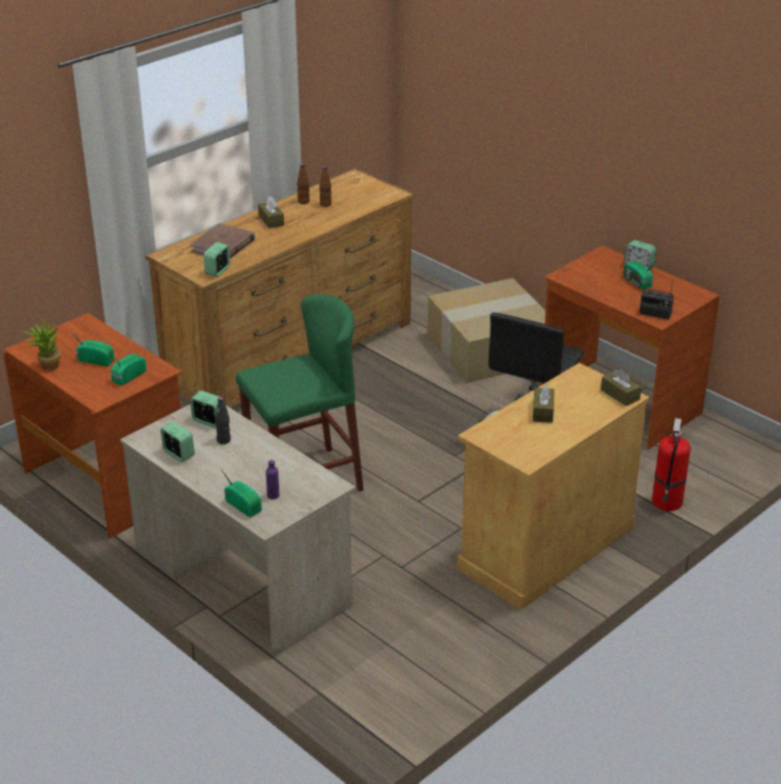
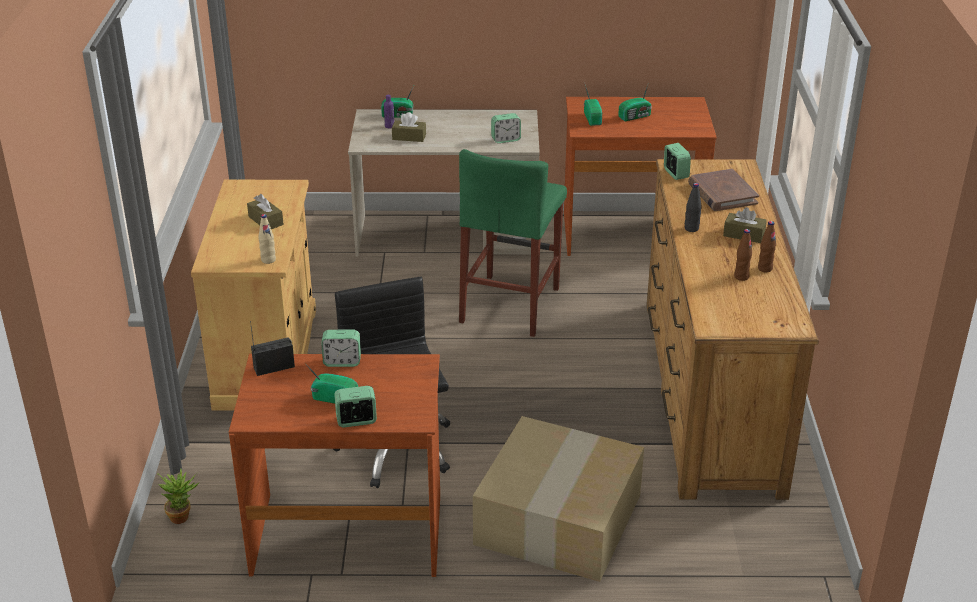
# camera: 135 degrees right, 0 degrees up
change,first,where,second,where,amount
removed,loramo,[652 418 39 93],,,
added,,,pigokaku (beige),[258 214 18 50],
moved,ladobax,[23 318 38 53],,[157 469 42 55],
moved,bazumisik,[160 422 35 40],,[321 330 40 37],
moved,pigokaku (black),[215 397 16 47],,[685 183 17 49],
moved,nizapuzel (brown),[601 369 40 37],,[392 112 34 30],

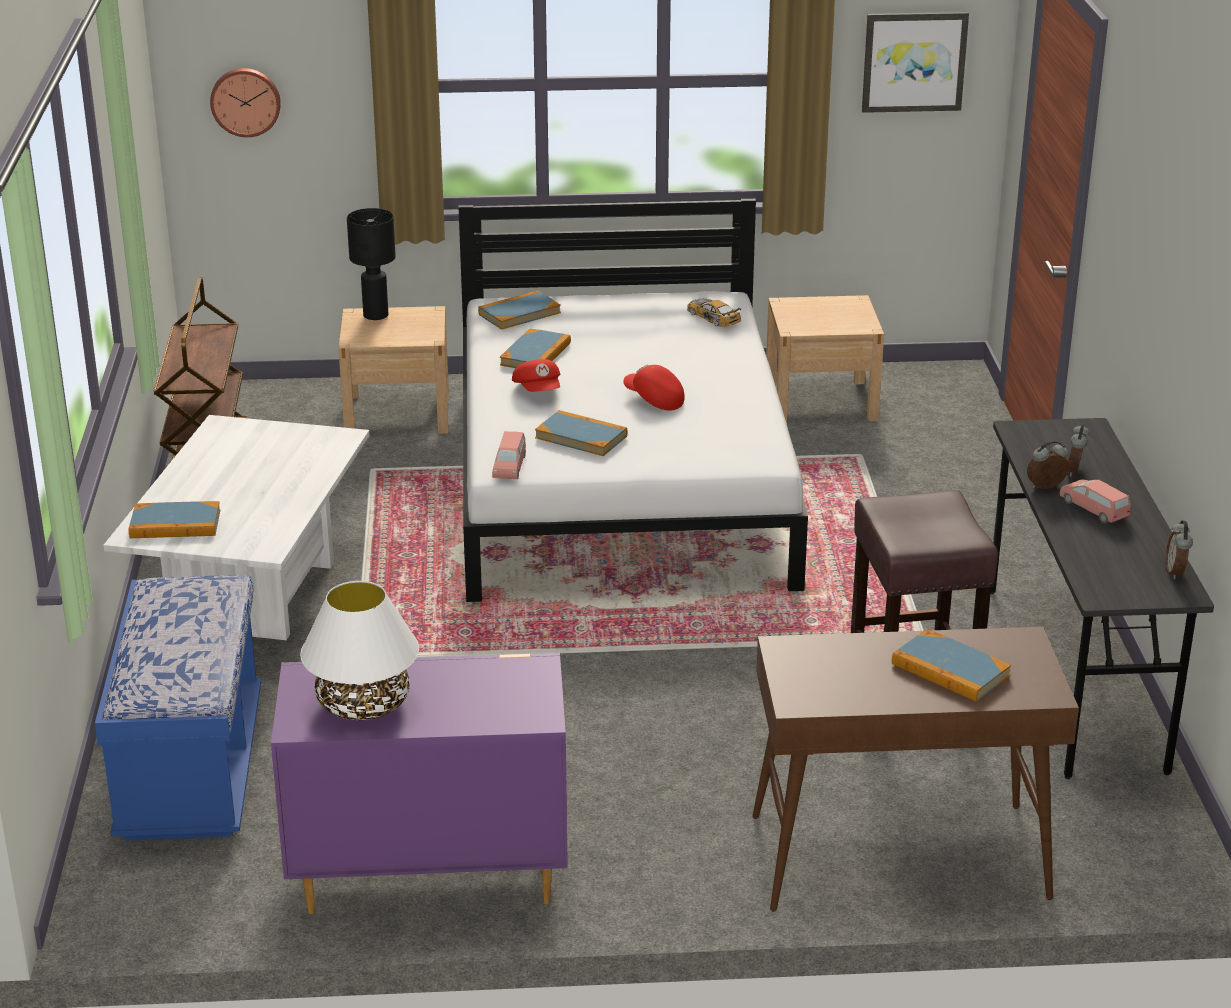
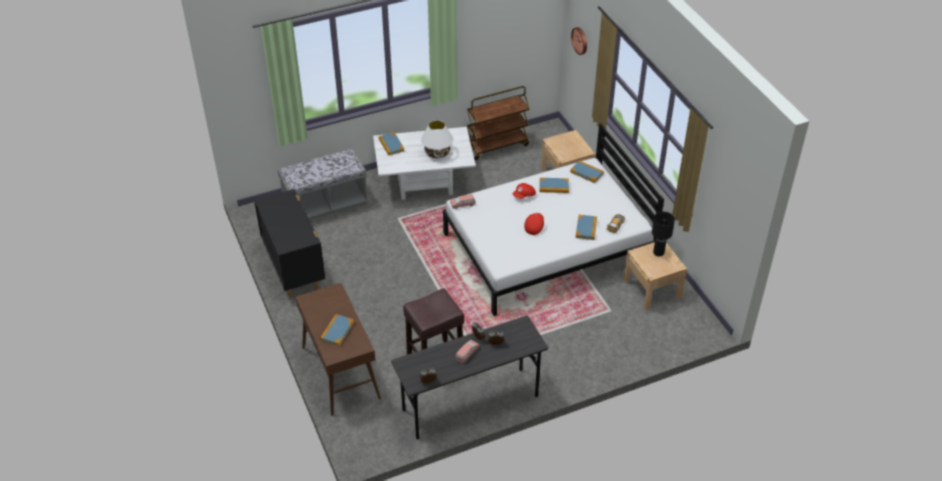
# camera: 70 degrees right, 15 degrees up
change,first,where,second,where,amount
removed,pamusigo,[862 12 107 101],,,
moved,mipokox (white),[300 581 119 139],,[421 120 32 38],
moved,mipokox (black),[347 208 49 112],,[652 212 23 44],
moved,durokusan,[535 410 92 46],,[576 215 21 25],
recoloured,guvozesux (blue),[95 575 166 266],guvozesux (grey),[277 148 91 72],
recoloured,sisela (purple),[271 653 297 261],sisela (black),[254 189 72 109],

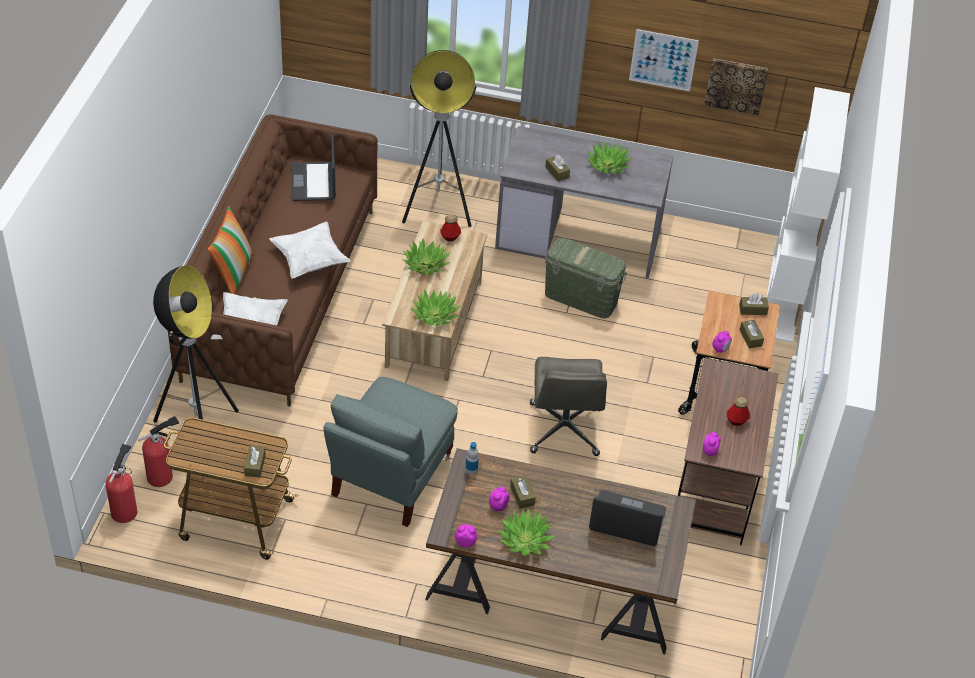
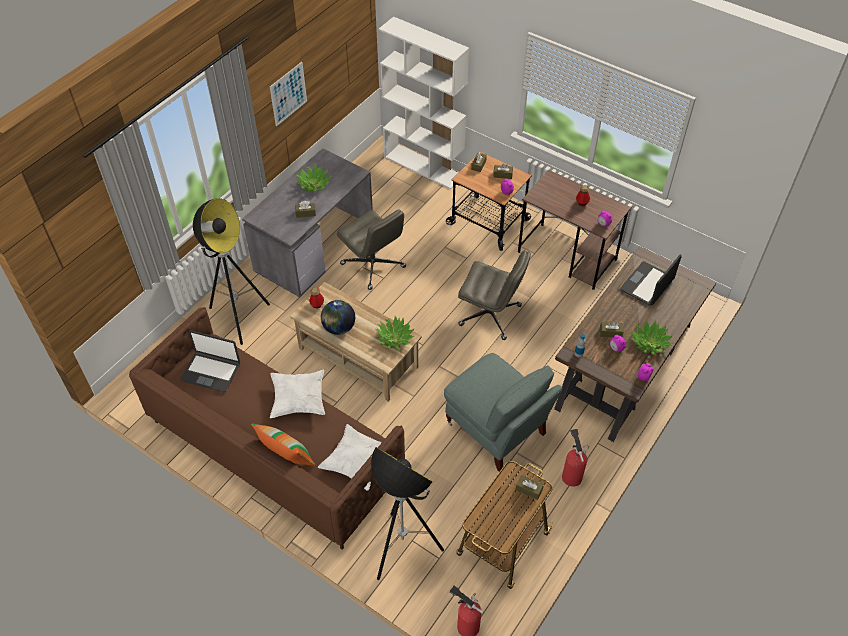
# camera: 65 degrees left, 5 degrees up
change,first,where,second,where,amount
removed,pamusigo,[704 58 65 57],,,
moved,loramo,[138 416 41 71],,[562 429 27 58],
replaced,ladobax,[402 238 48 37],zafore,[321 300 34 35],
replaced,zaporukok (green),[544 238 83 81],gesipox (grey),[337 209 69 81],

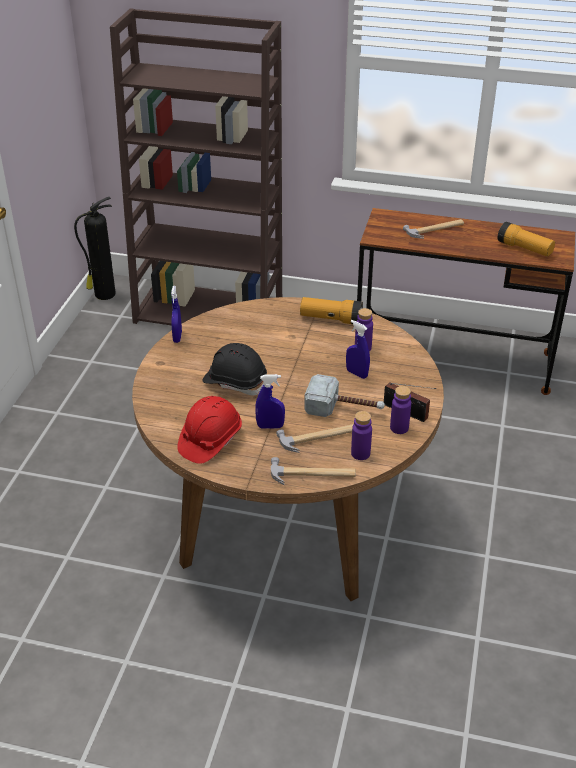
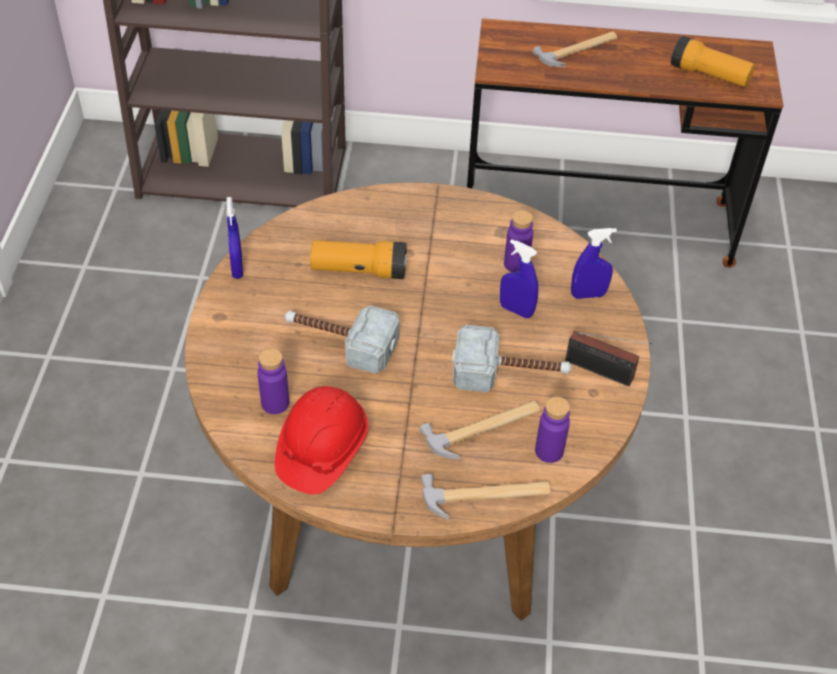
# camera: 10 degrees left, 10 degrees up
change,first,where,second,where,amount
removed,loramo,[74 197 42 103],,,
moved,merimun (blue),[255 374 30 54],,[571 228 46 71],
moved,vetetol,[300 297 63 27],,[310 240 97 39],
moved,pigokaku (purple),[390 386 21 48],,[258 348 31 66],
replaced,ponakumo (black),[202 343 65 52],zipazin,[285 305 115 69],

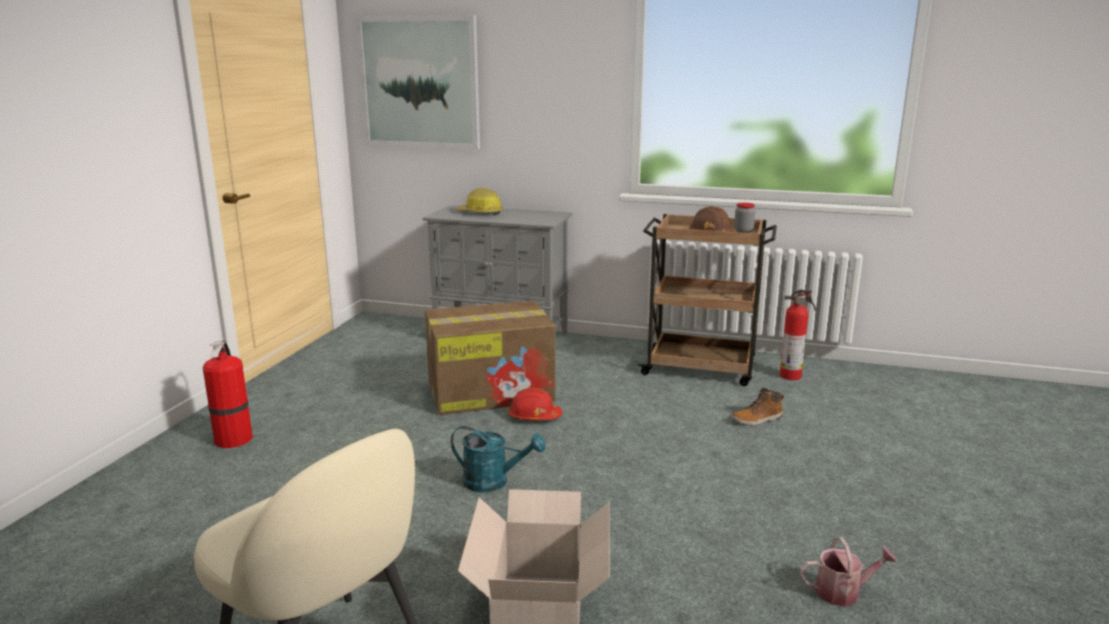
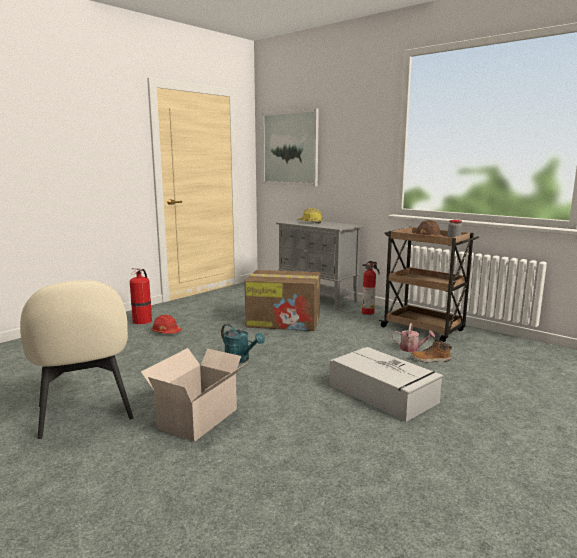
# camera: 25 degrees right, 5 degrees down
change,first,where,second,where,amount
added,,,zaporukok (grey),[329 347 114 75],
moved,ponakumo (red),[509 387 54 34],,[152 315 29 19],
moved,loramo,[780 290 36 90],,[362 261 18 54],
moved,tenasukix,[800 537 97 70],,[392 323 43 29],

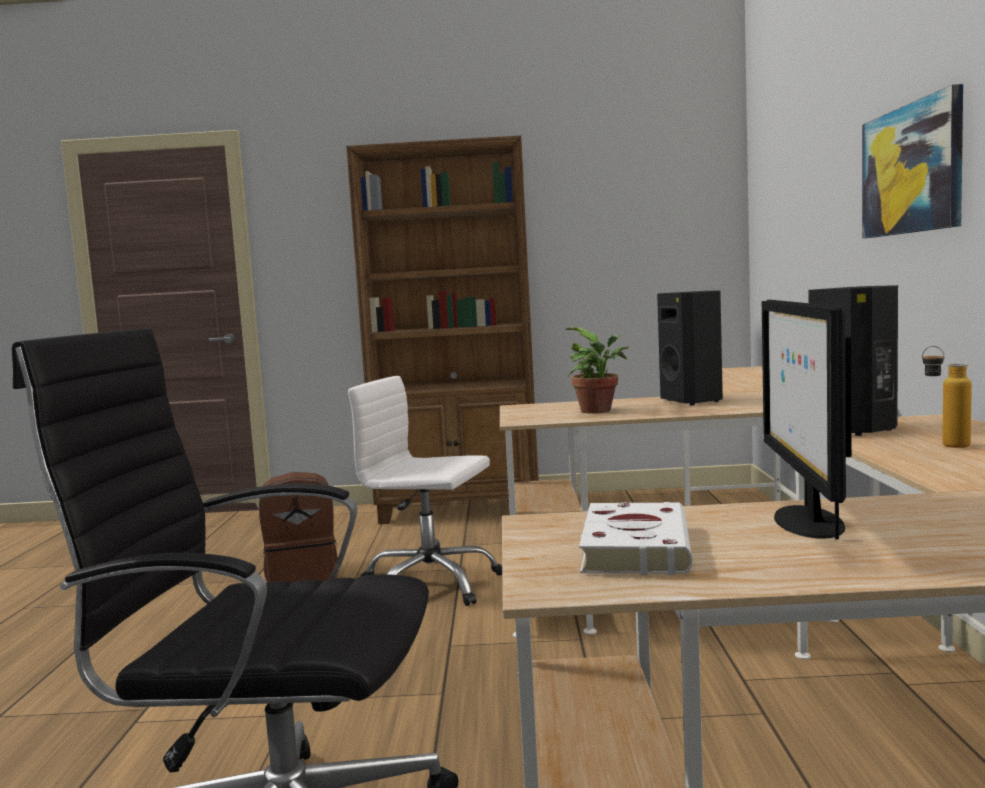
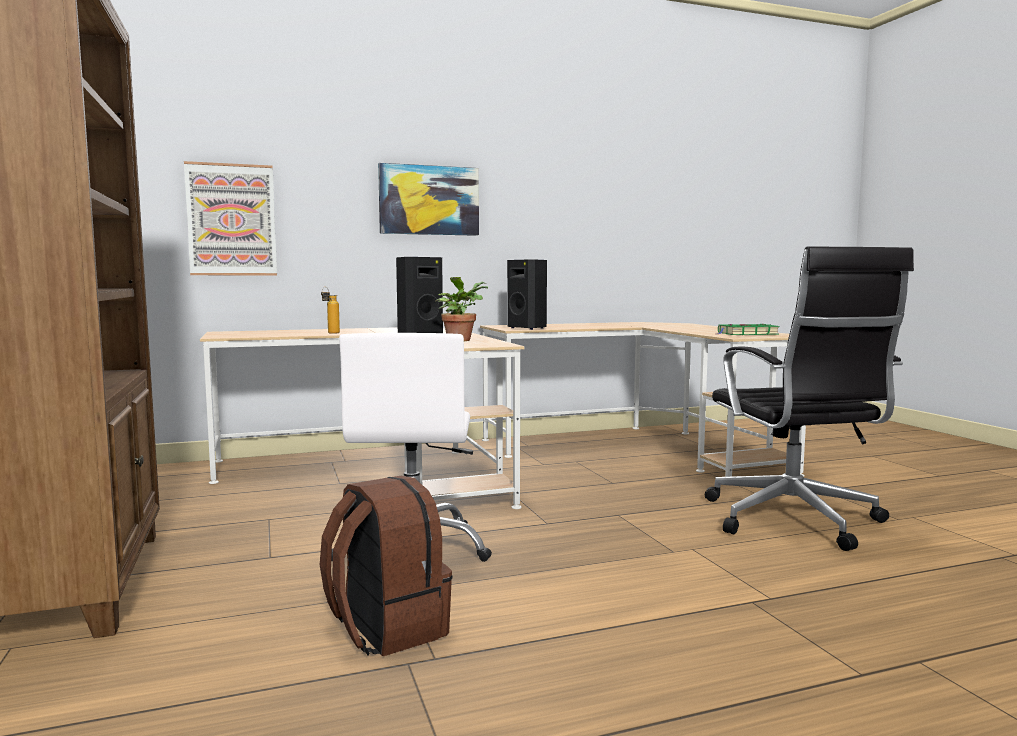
# camera: 110 degrees left, 0 degrees up
change,first,where,second,where,amount
removed,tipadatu,[762 300 90 240],,,
added,,,pamusigo,[184 161 93 114],
moved,pigokaku,[922 346 50 102],,[321 287 19 47],
recoloured,durokusan (white),[579 502 113 73],durokusan (green),[718 324 61 11],

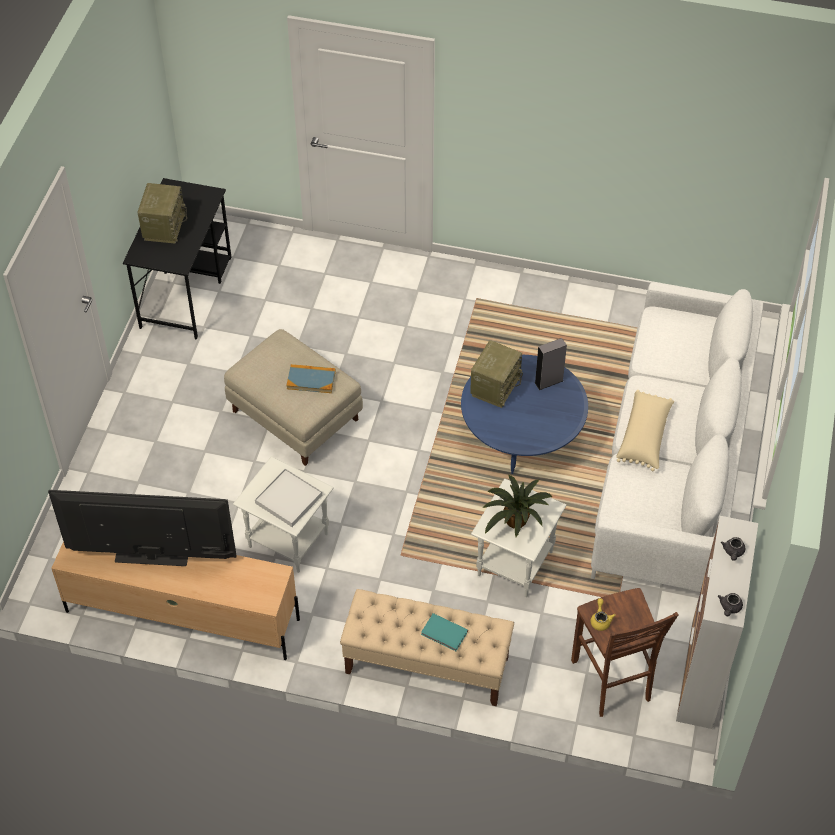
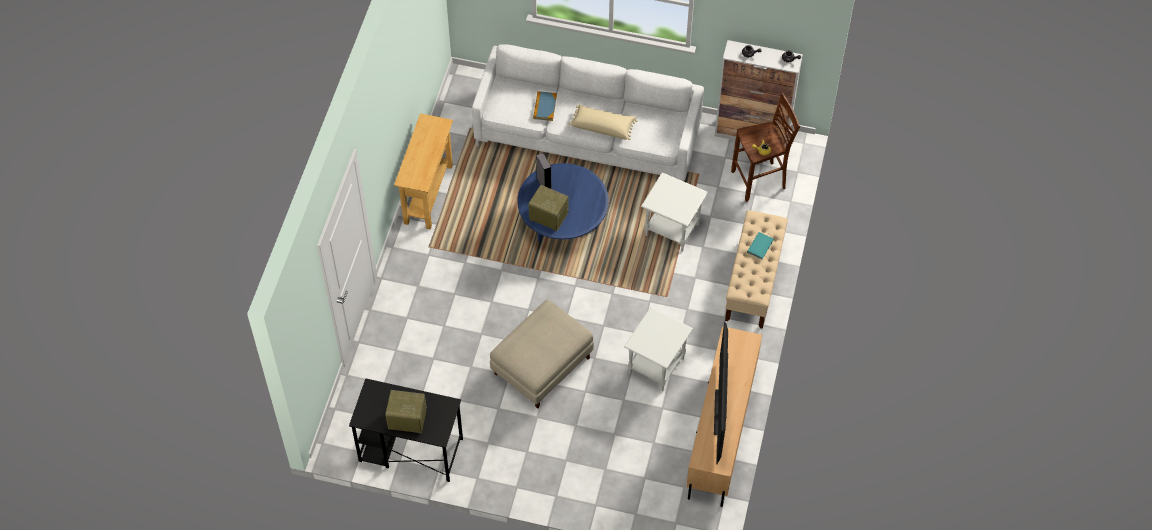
# camera: 90 degrees left, 5 degrees up
change,first,where,second,where,amount
removed,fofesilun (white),[255 468 67 59],,,
removed,ladobax,[483 475 70 62],,,
added,,,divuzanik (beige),[394 113 59 117],
moved,durokusan,[286 364 50 29],,[533 91 24 30],

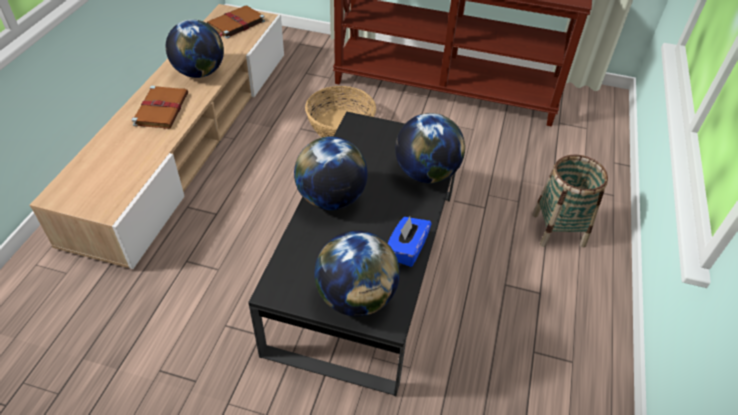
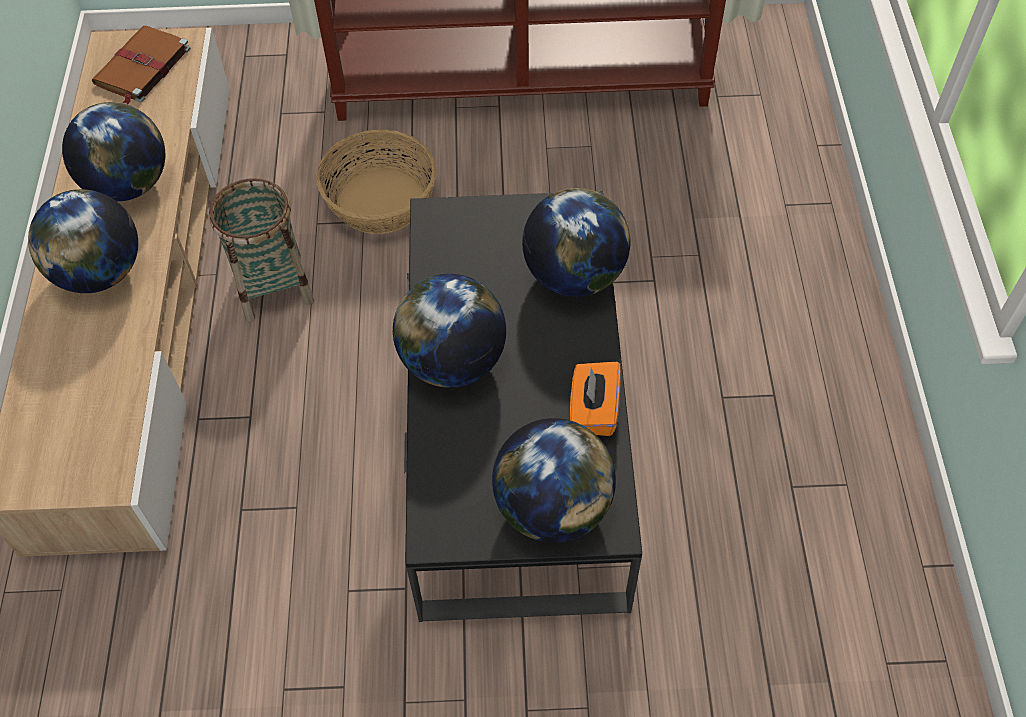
# camera: 15 degrees left, 10 degrees up
change,first,where,second,where,amount
moved,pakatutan,[532 155 76 93],,[209 178 105 144],
replaced,durokusan (brown),[132 86 56 43],zafore,[28 189 110 104],
recoloured,nizapuzel (blue),[388 217 44 50],nizapuzel (orange),[570 361 51 75],

